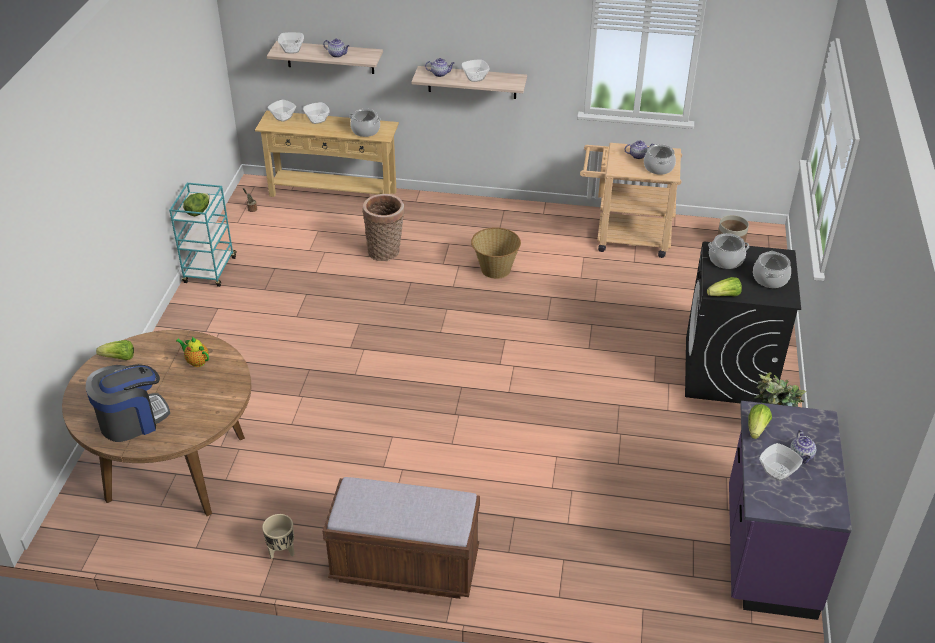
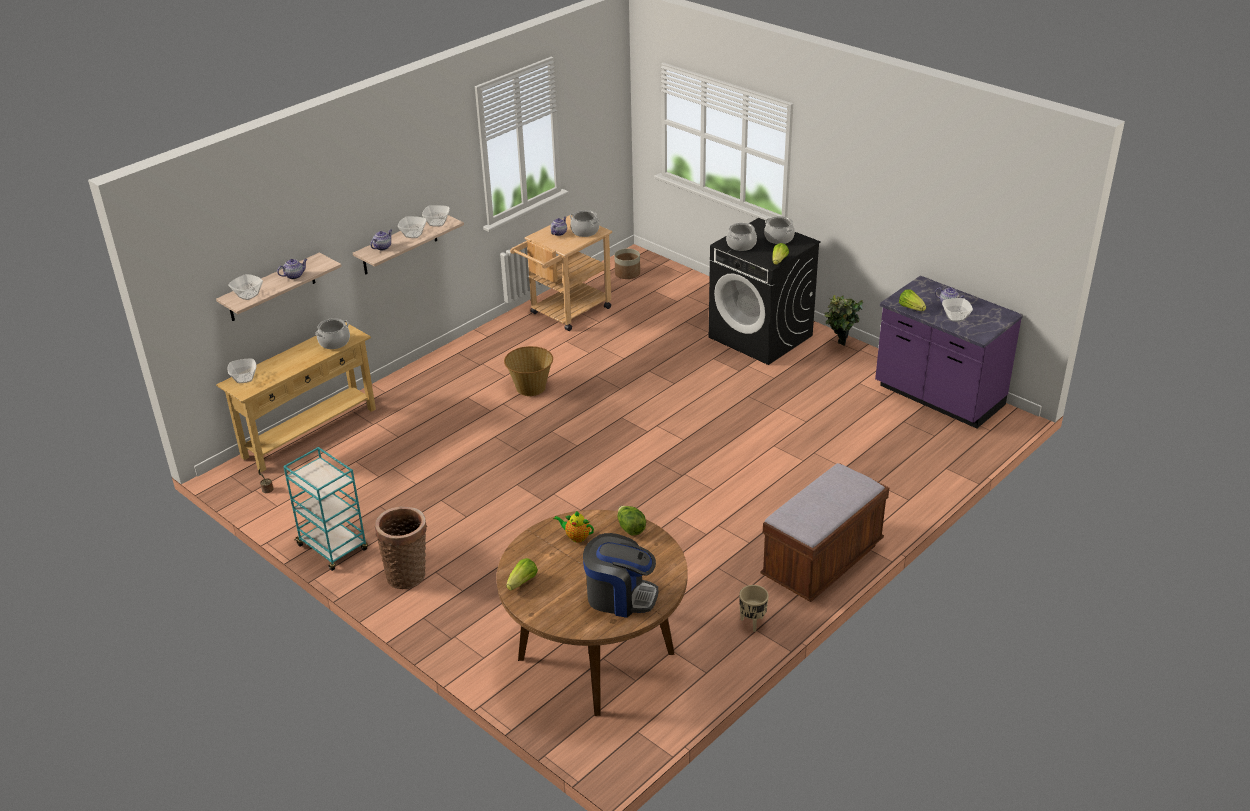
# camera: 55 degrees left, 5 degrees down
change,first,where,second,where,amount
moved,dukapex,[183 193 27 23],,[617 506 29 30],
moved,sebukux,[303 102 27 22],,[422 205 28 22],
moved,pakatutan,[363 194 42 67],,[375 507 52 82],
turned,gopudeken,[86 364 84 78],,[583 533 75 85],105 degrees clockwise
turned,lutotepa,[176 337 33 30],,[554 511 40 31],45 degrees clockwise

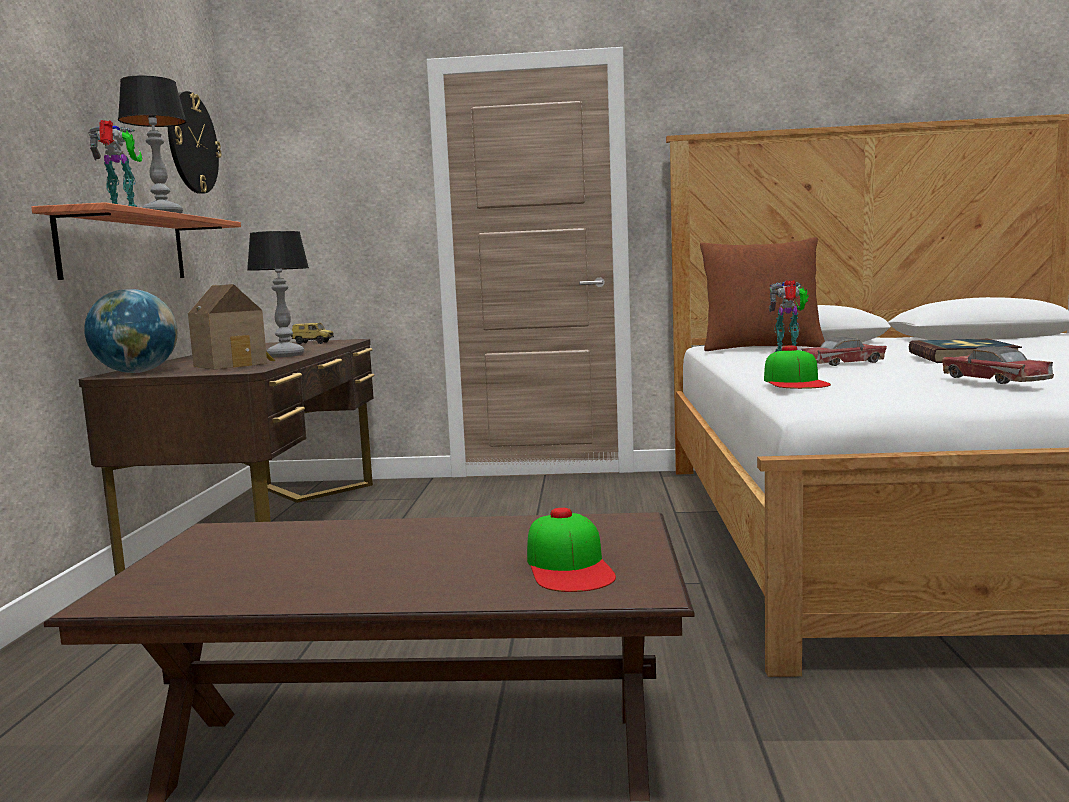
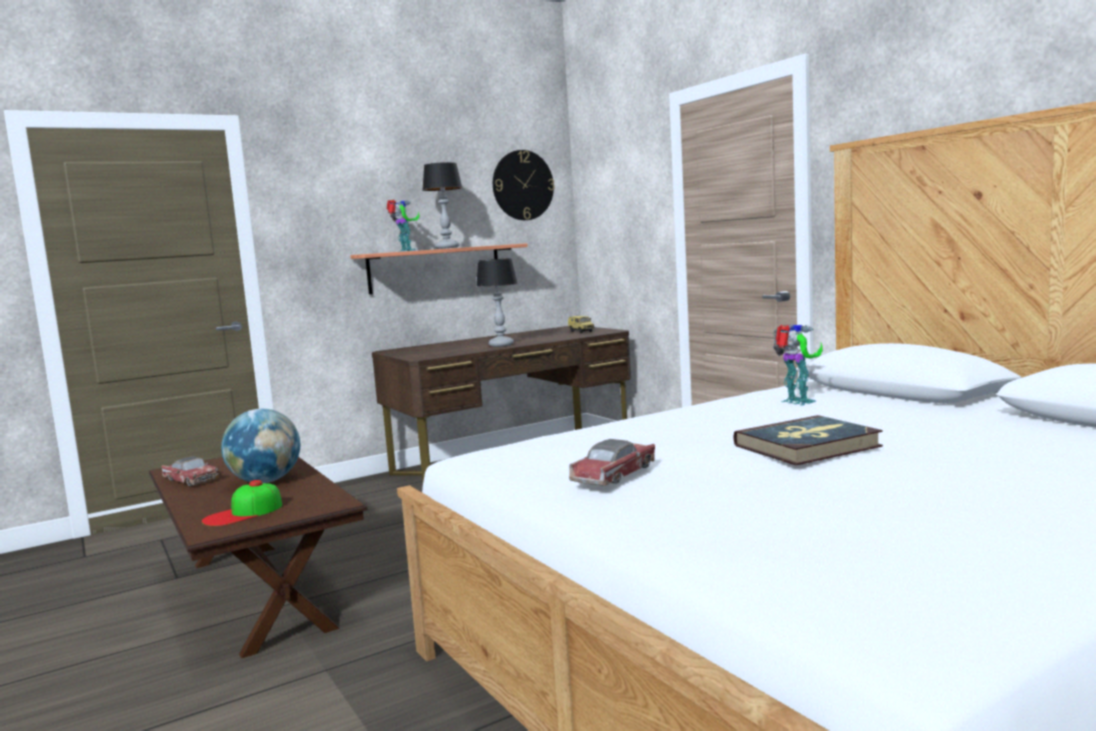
# camera: 55 degrees right, 0 degrees up
change,first,where,second,where,amount
removed,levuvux,[188 284 87 86],,,
removed,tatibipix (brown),[700 237 125 114],,,
removed,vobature,[764 345 67 44],,,
moved,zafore,[84 289 94 84],,[221 409 79 74],
moved,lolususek,[801 337 86 29],,[162 456 57 30],

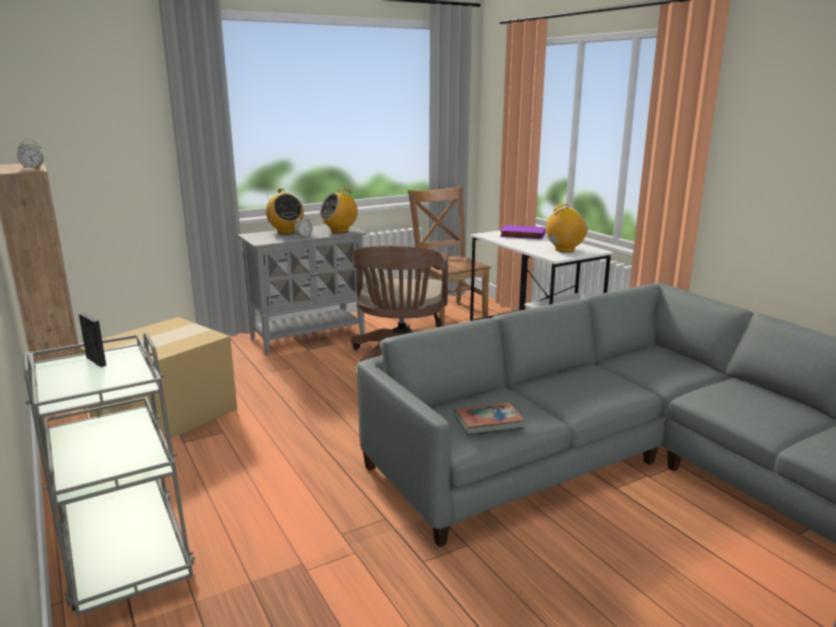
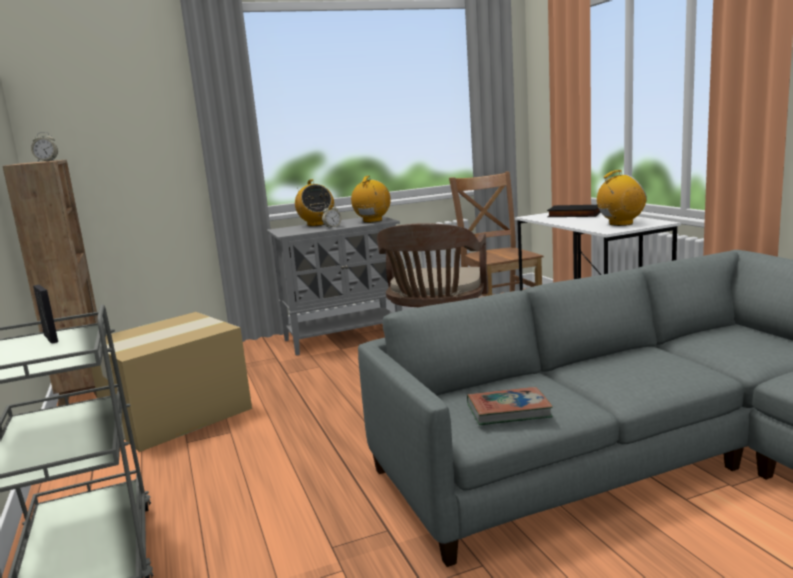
# camera: 10 degrees right, 5 degrees down
change,first,where,second,where,amount
recoloured,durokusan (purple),[500 225 46 15],durokusan (black),[547 205 54 12],
turned,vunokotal,[320 188 38 45],,[351 176 40 47],135 degrees clockwise

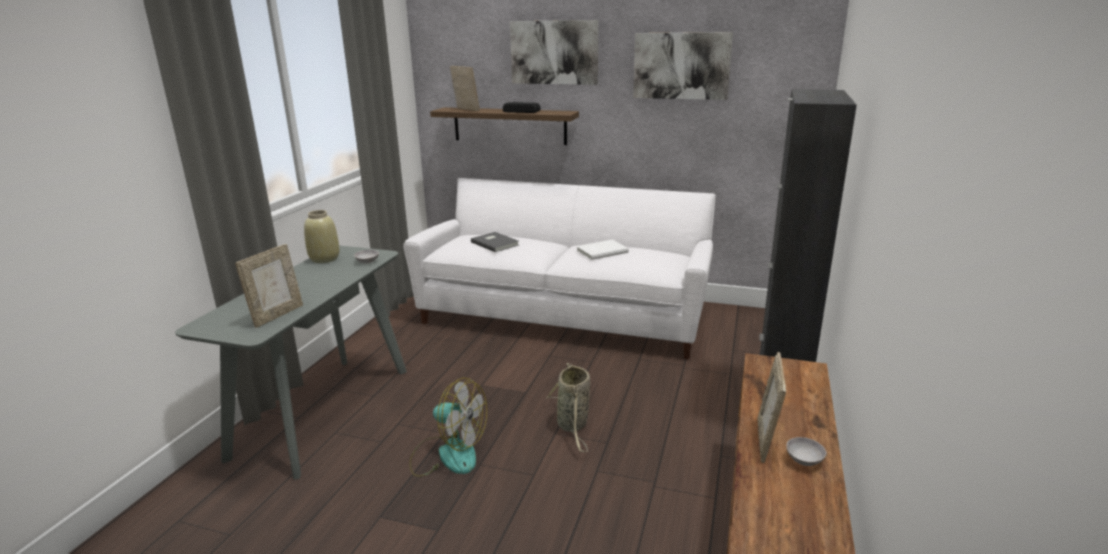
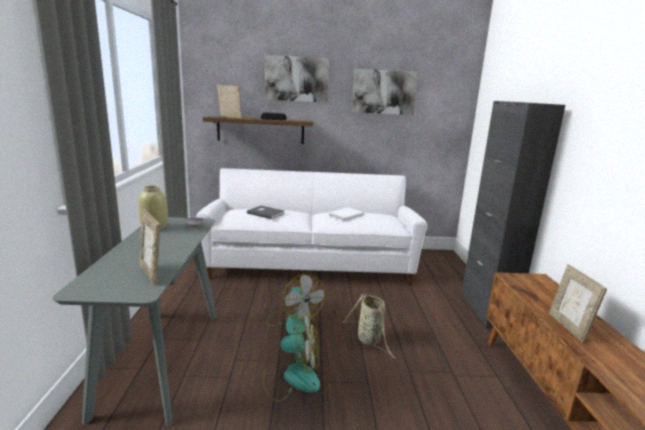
# camera: 20 degrees left, 5 degrees down
change,first,where,second,where,amount
removed,sebukux (grey),[786 437 41 29],,,
added,,,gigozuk,[266 273 59 62],
turned,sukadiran,[235 244 68 84],,[139 209 21 77],135 degrees clockwise

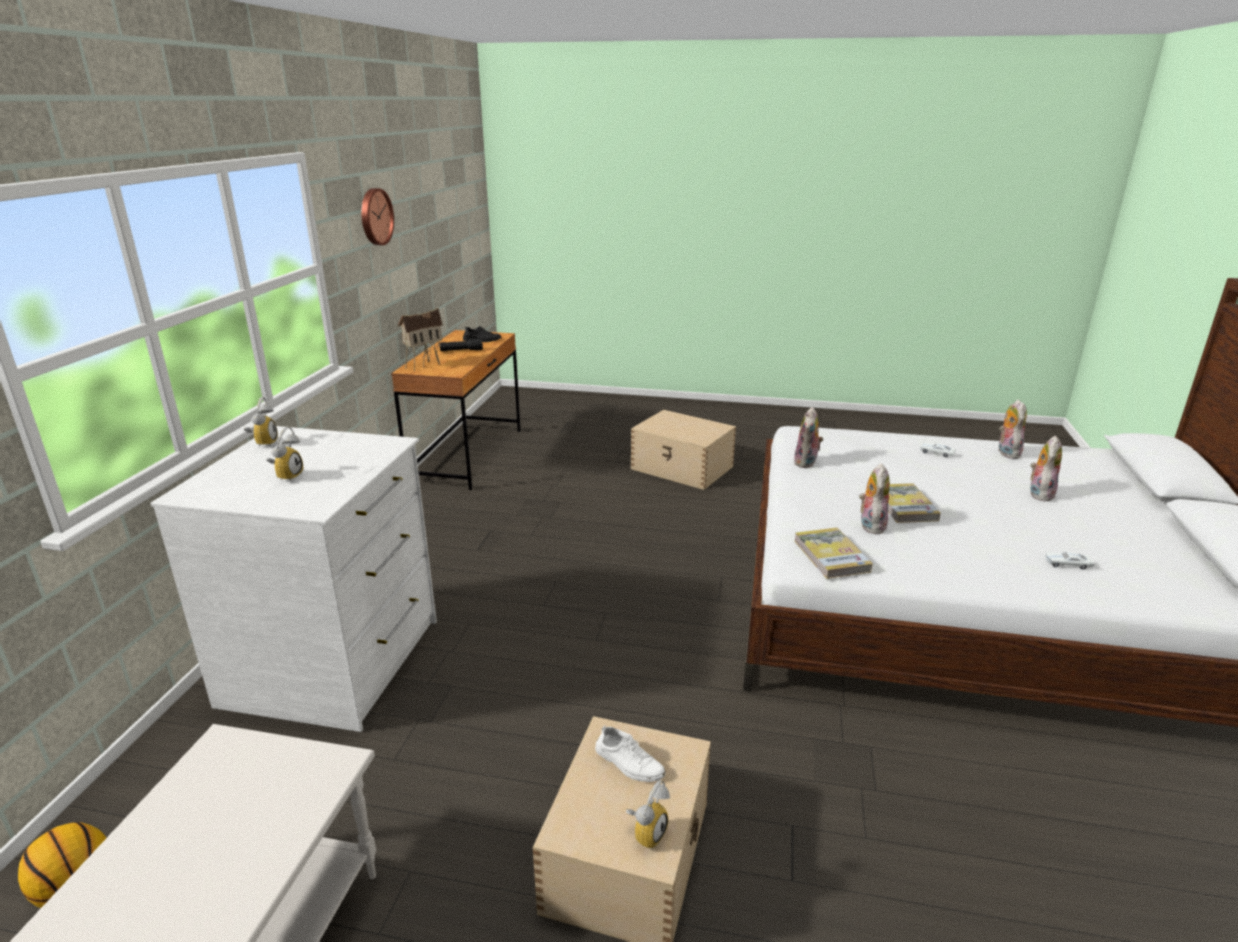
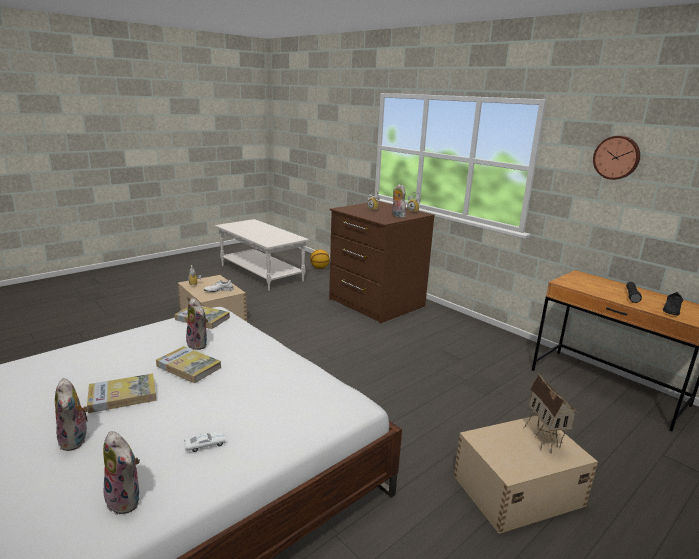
# camera: 125 degrees right, 5 degrees down
change,first,where,second,where,amount
removed,lolususek (white),[1045 552 50 17],,,
added,,,durokusan,[87 374 69 39],
moved,levuvux,[398 308 45 63],,[523 373 55 80],
moved,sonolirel,[794 407 29 61],,[392 184 14 34],
recoloured,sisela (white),[151 426 286 306],sisela (brown),[329 201 106 123],

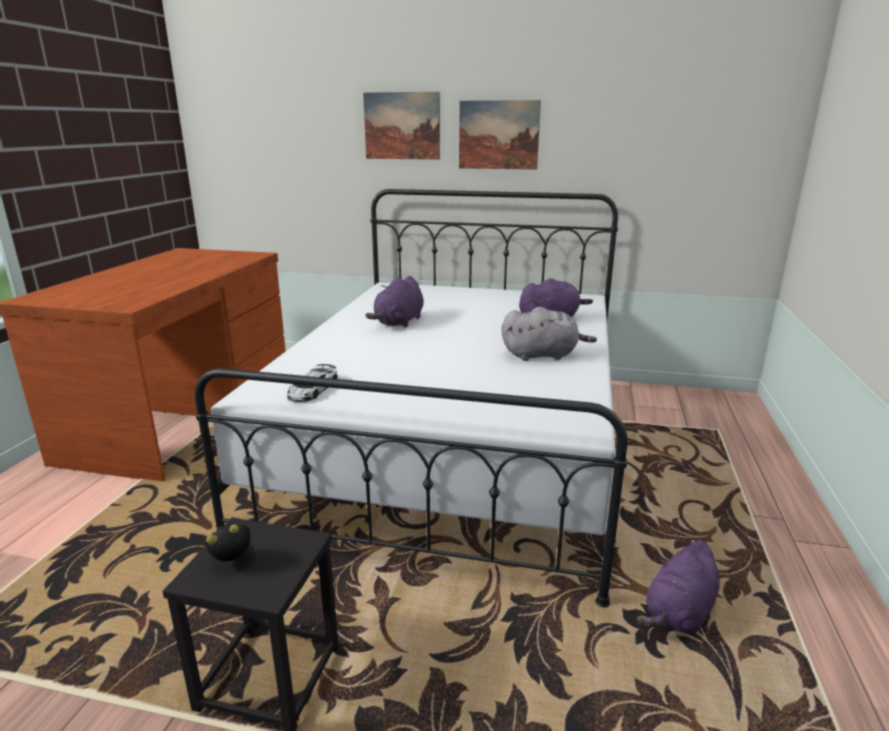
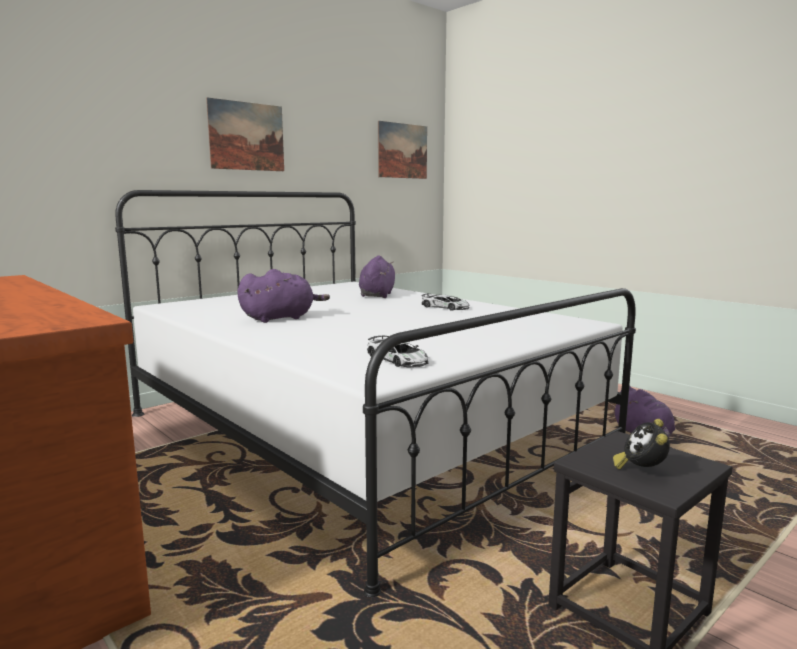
# camera: 55 degrees left, 10 degrees down
change,first,where,second,where,amount
moved,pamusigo,[363 92 77 68],,[378 121 49 58],
replaced,sonolirel (grey),[502 307 95 54],lolususek,[422 294 47 17],
turned,sonolirel (purple),[365 276 59 52],,[237 269 93 54],90 degrees counterclockwise

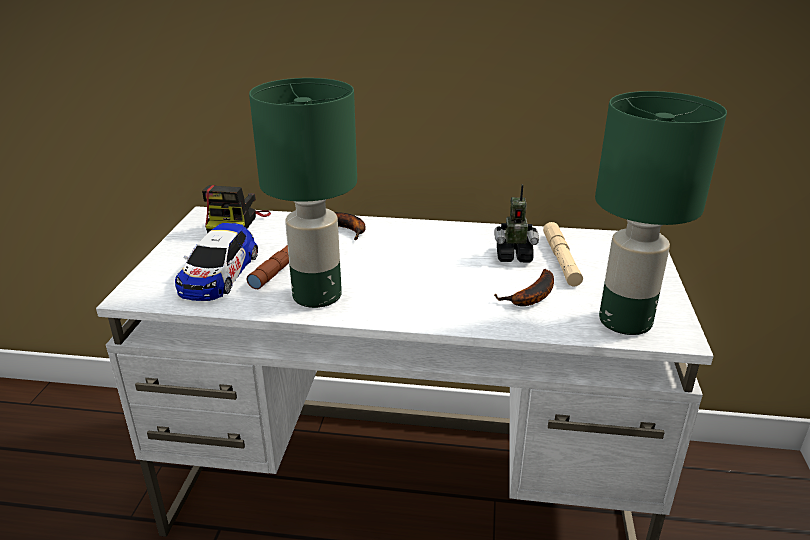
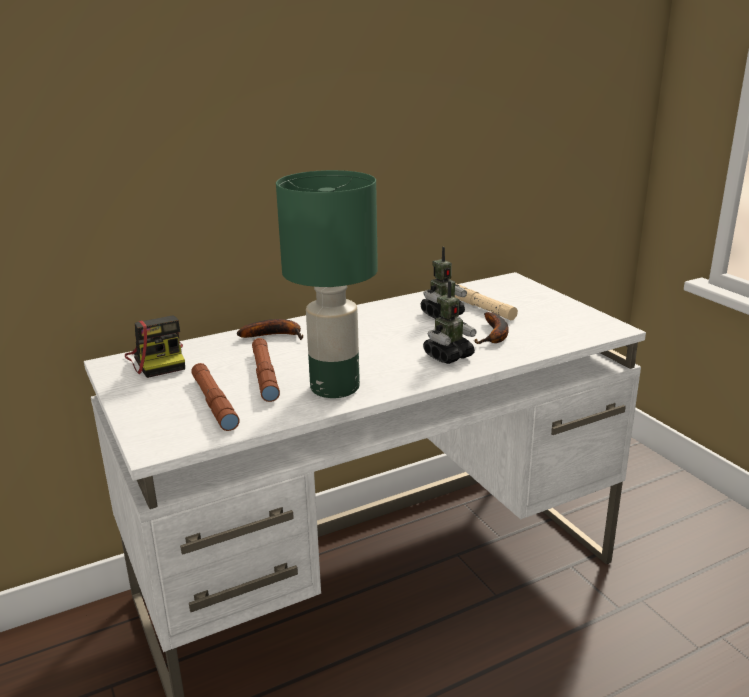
# camera: 35 degrees left, 5 degrees down
change,first,where,second,where,amount
removed,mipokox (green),[595 91 132 244],,,
added,,,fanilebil,[423 281 53 83],
replaced,lolususek,[175 223 83 78],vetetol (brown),[191 363 49 68],

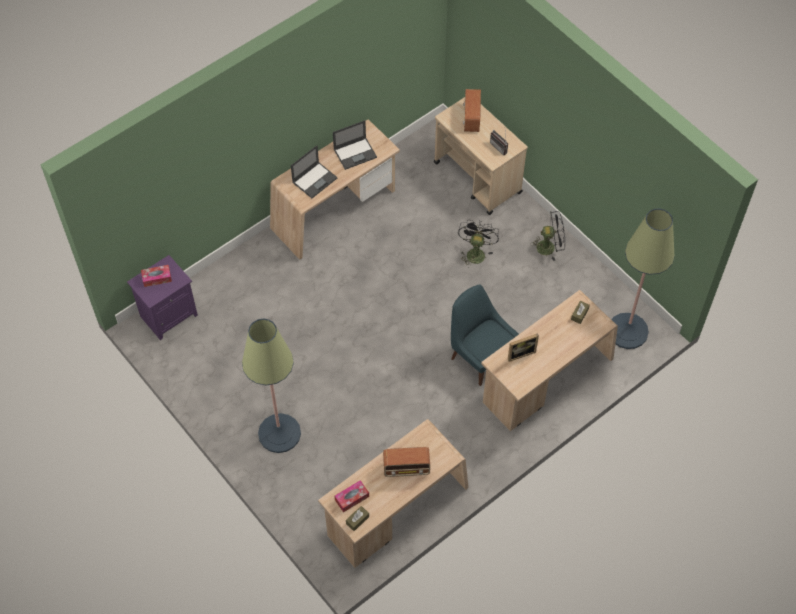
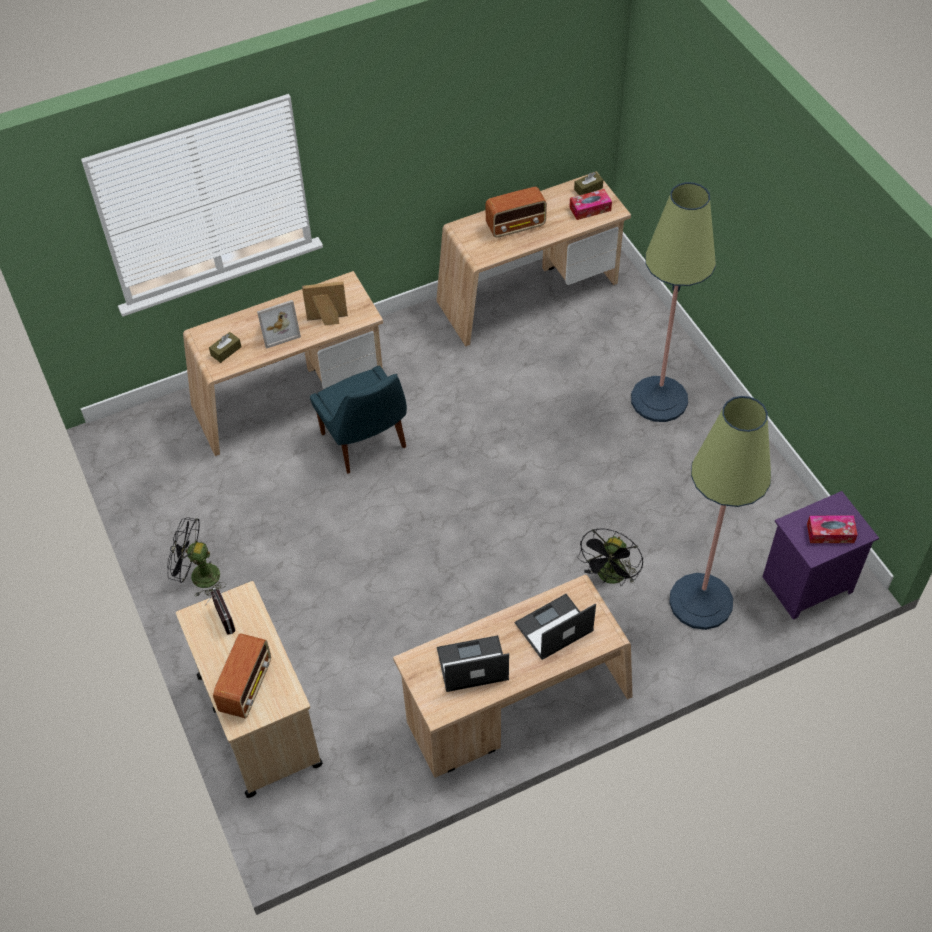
# camera: 165 degrees left, 5 degrees down
change,first,where,second,where,amount
added,,,sukadiran,[257 300 44 49],
moved,gigozuk (black),[458 220 41 48],,[577 529 66 57],
moved,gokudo,[611 208 64 141],,[669 396 102 234],
turned,vunokotal,[383 447 47 30],,[486 187 61 51],150 degrees clockwise

